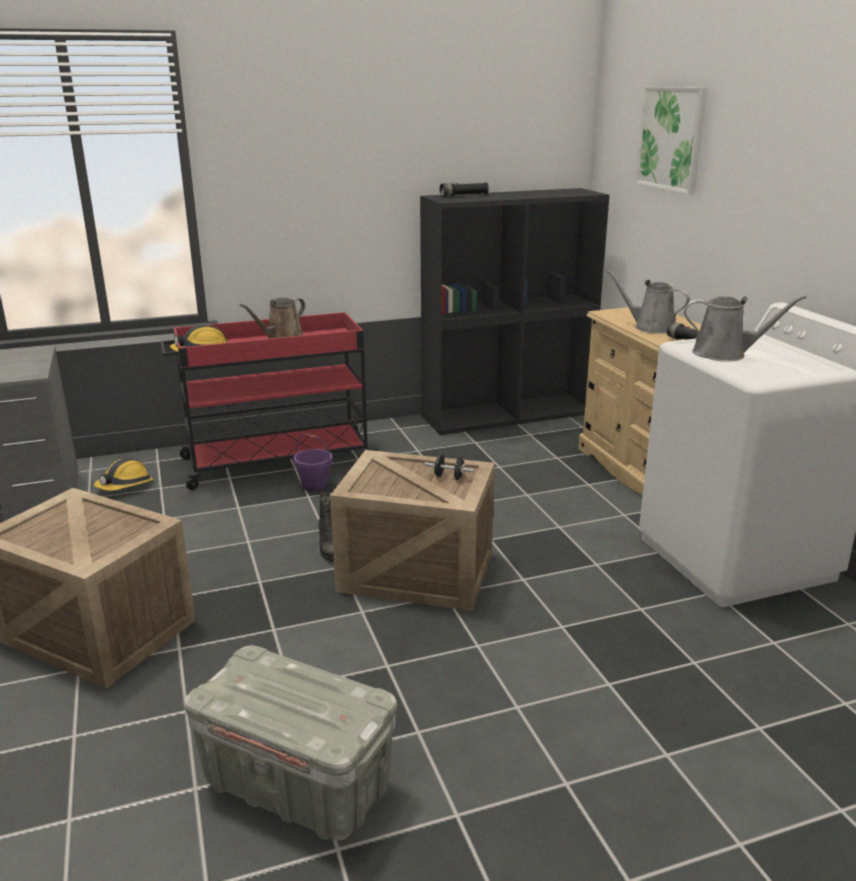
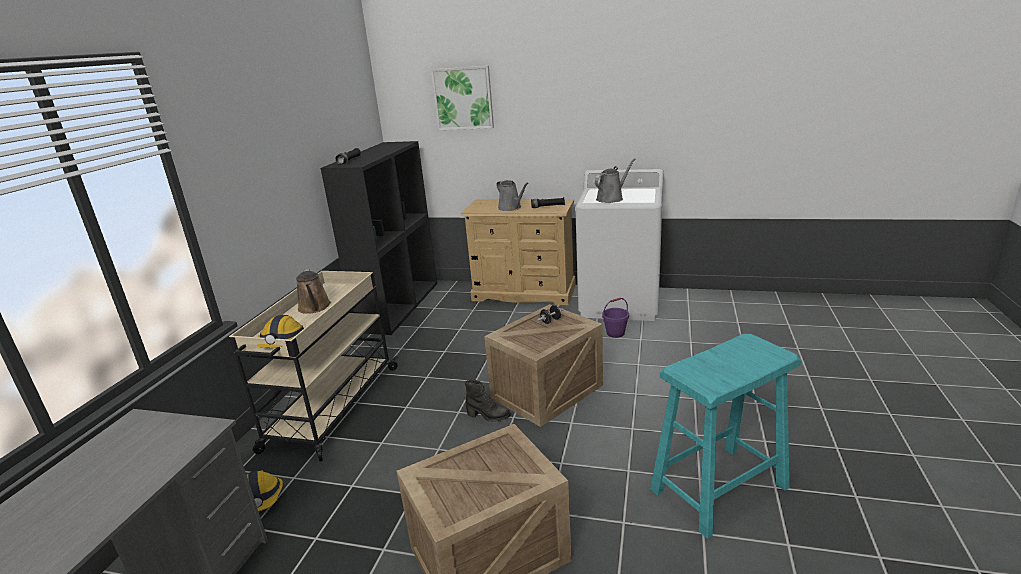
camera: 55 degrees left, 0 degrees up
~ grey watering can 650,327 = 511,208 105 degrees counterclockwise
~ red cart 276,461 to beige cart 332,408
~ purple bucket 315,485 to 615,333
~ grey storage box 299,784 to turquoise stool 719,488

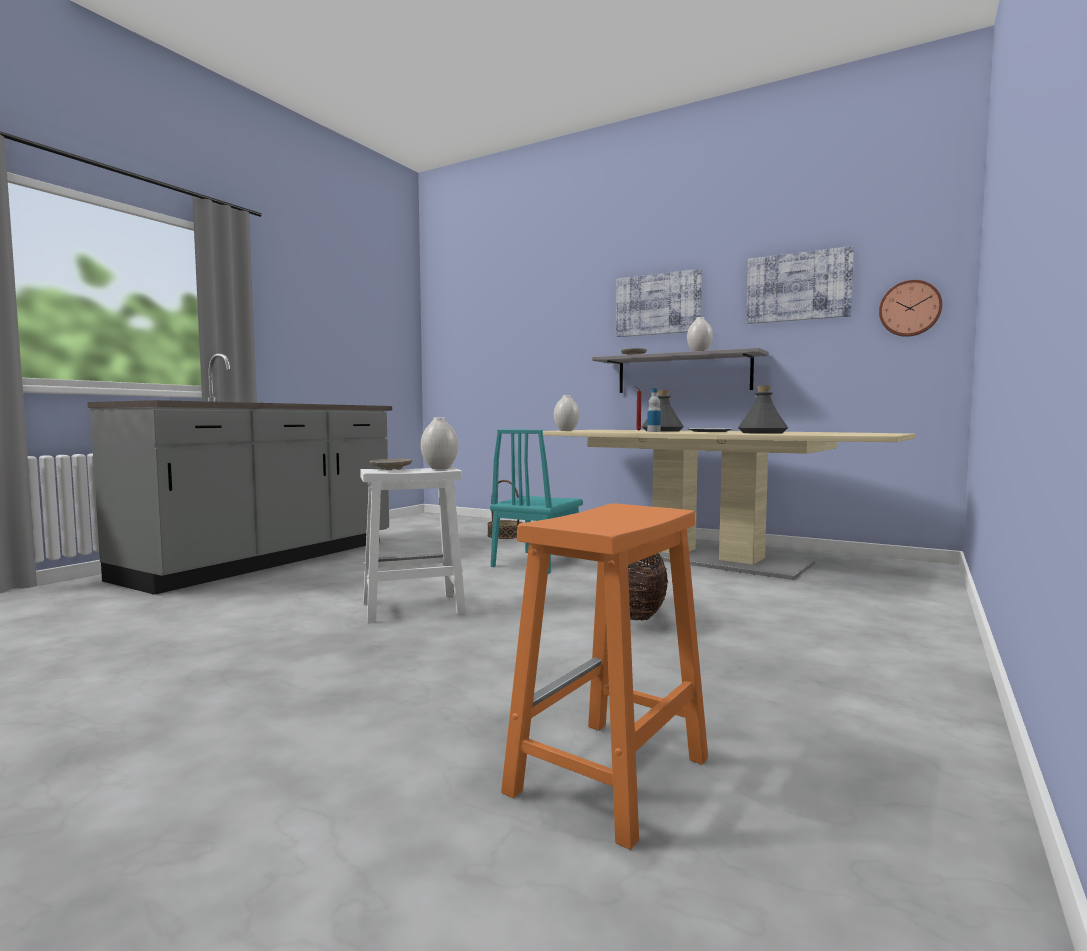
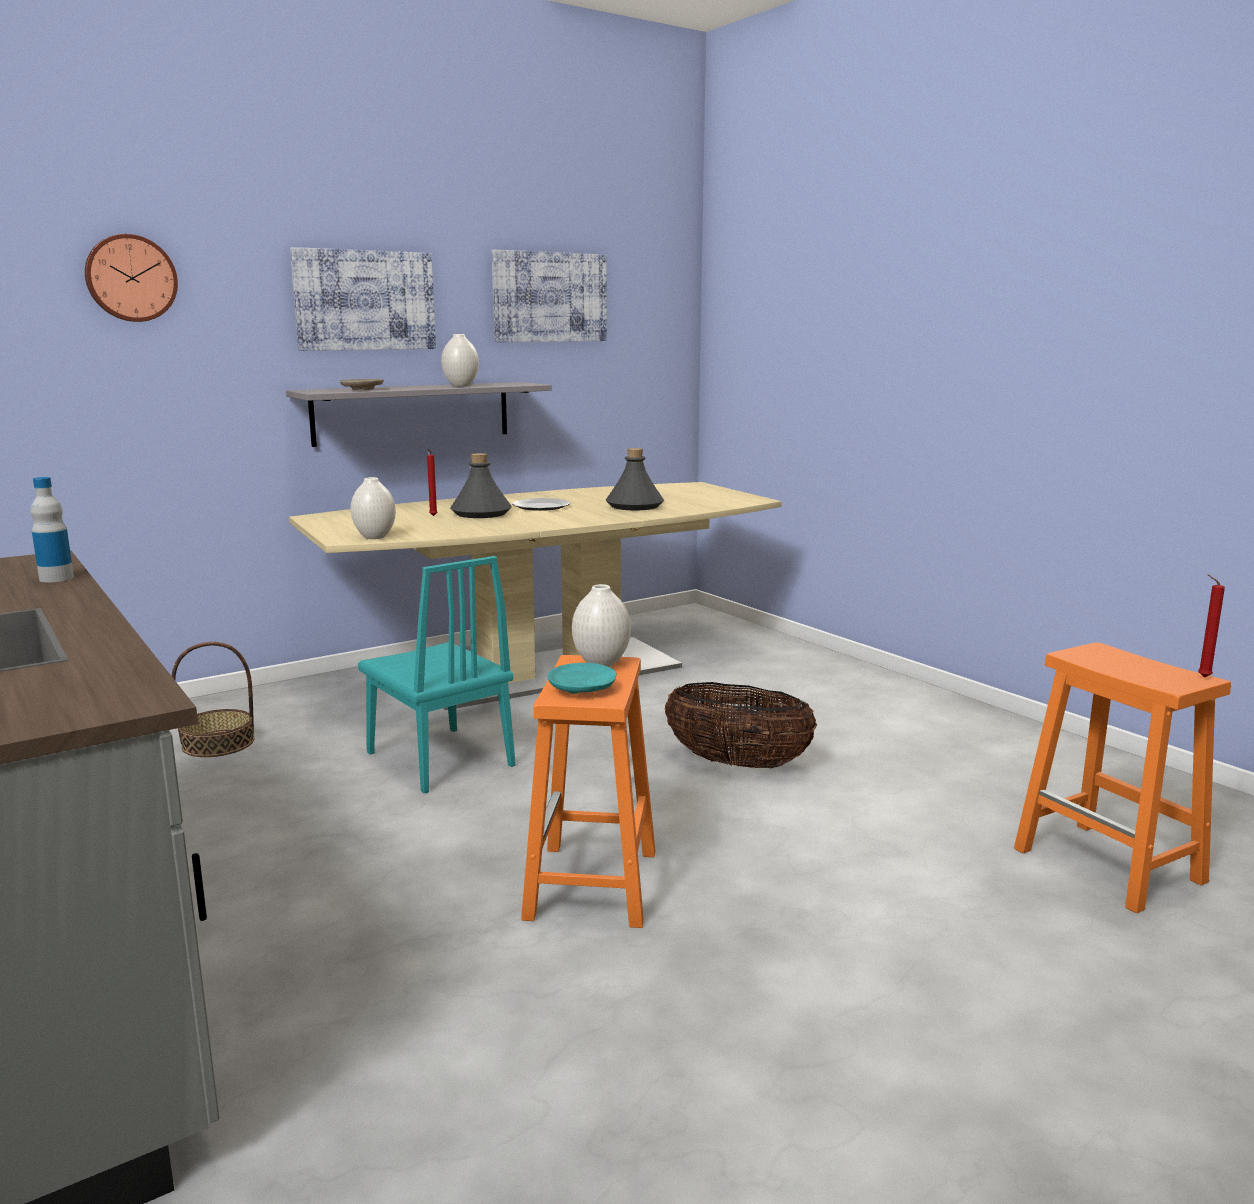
camera: 65 degrees left, 10 degrees up
~ wall clock 910,308 to 131,278
~ bottle 653,431 to 56,578
~ beige plate 390,469 to turquoise plate 582,689
~ white stool 411,608 to orange stool 592,886
+ red candle 1201,677

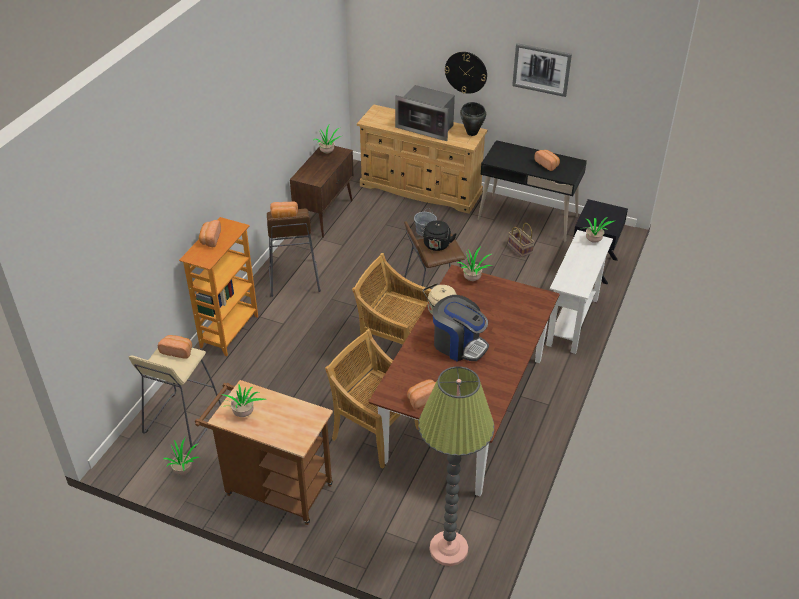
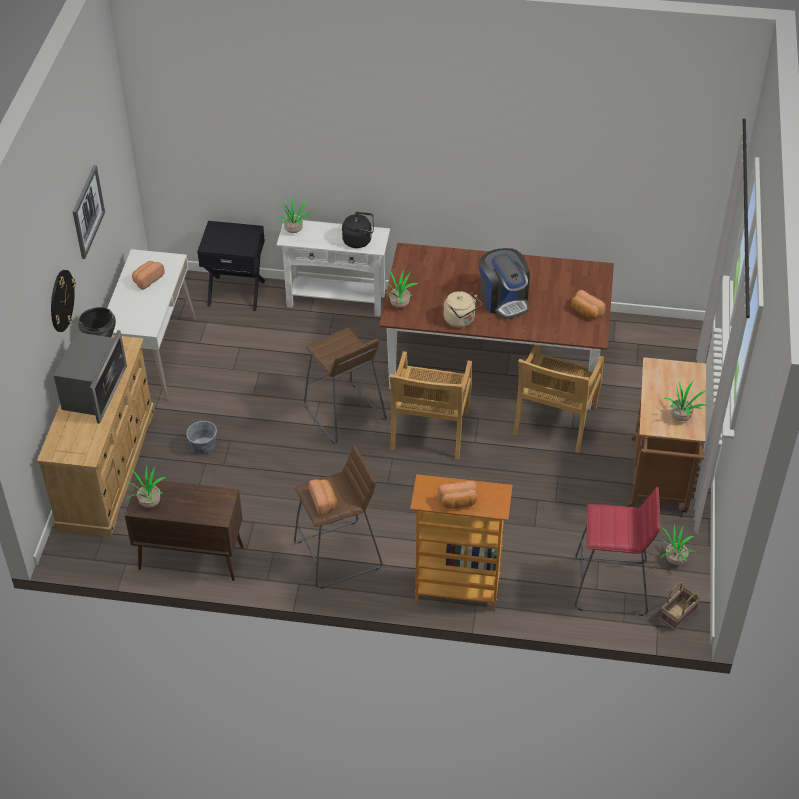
camera: 105 degrees left, 5 degrees up
~ black desk 527,218 to white desk 153,355
~ black kettle 436,246 to 359,240
~ basket 519,248 to 678,616
~ coffee machine 459,344 = 503,299 135 degrees clockwise
- bread 177,351
~ beige stool 182,420 to red stool 611,586
- floor lamp 448,549

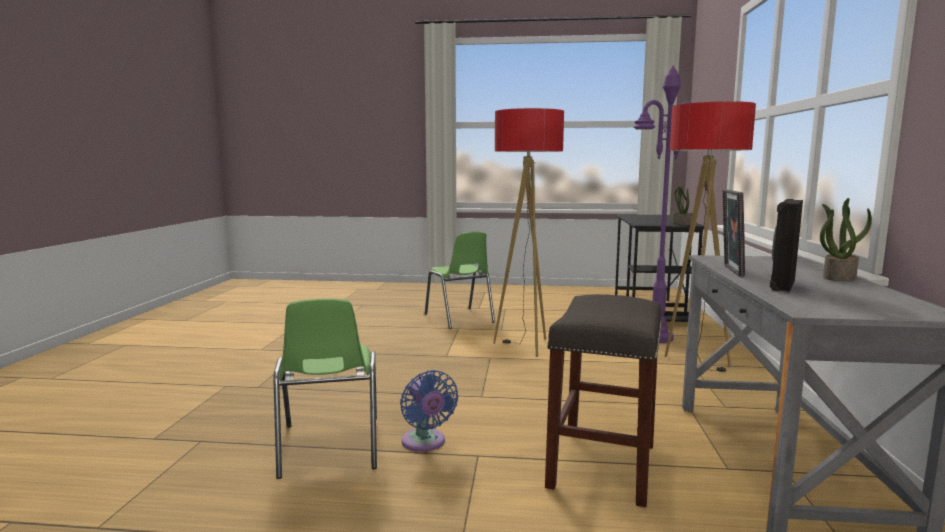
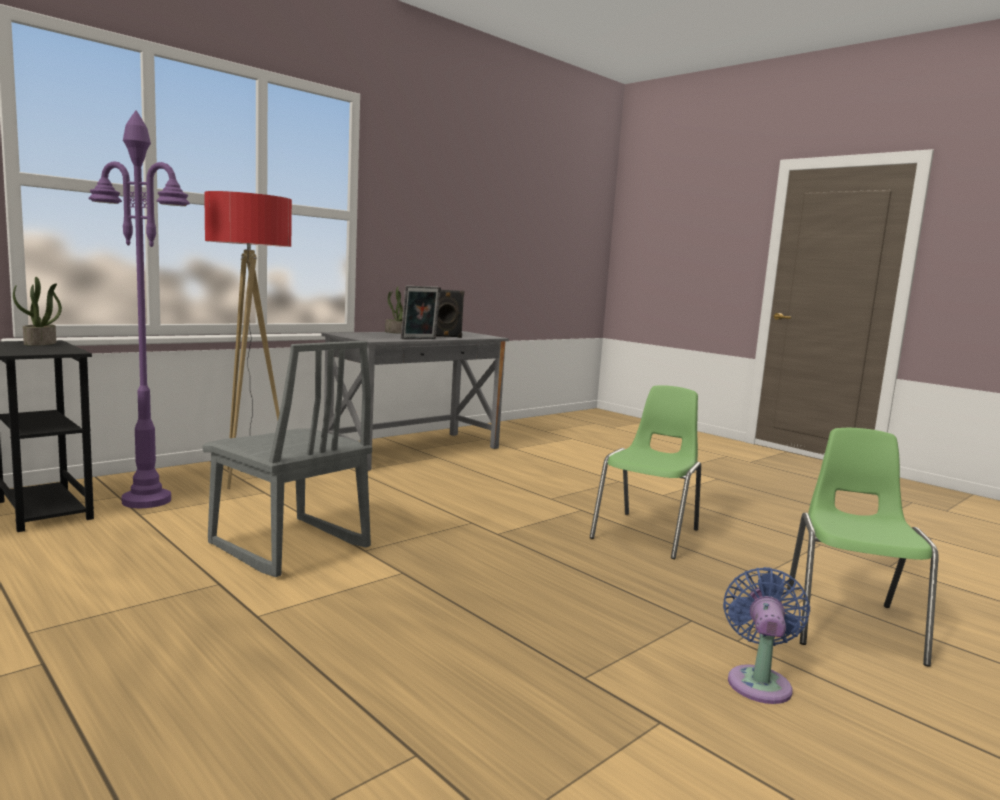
camera: 140 degrees left, 0 degrees up
~ floor lamp 525,346 to grey chair 288,547
~ green chair 459,318 to 849,624
- grey stool 602,464
~ blue fan 425,443 to 759,681

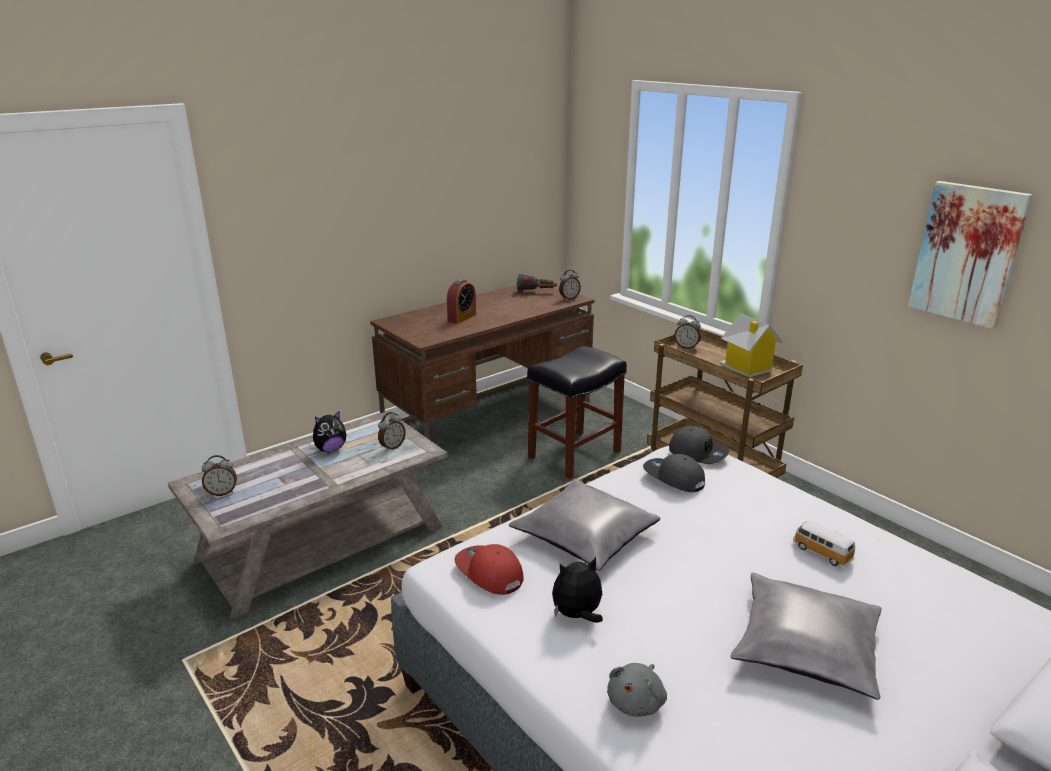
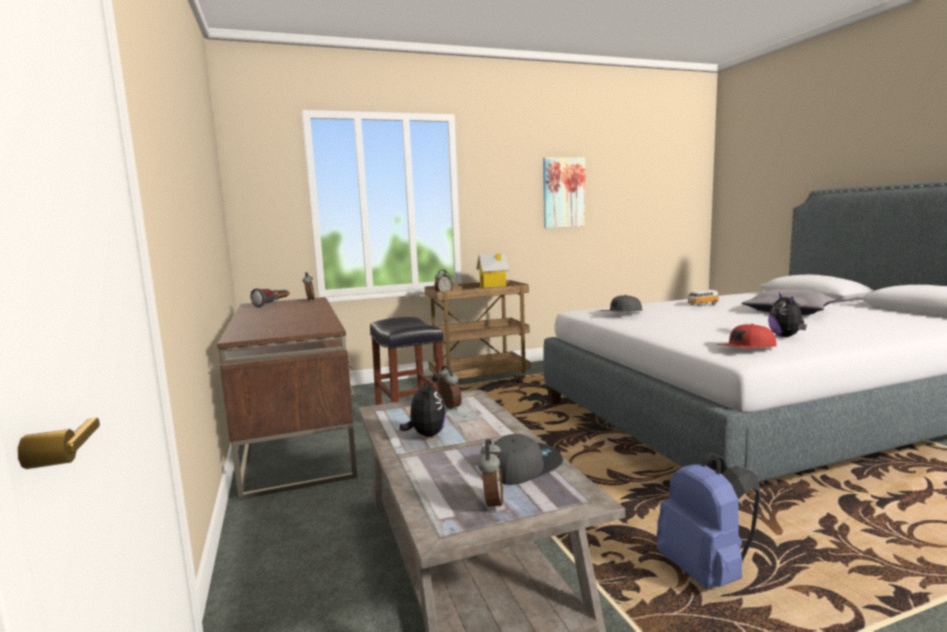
camera: 70 degrees left, 15 degrees down
- alarm clock 462,317
~ grey cap 698,452 to 522,467
- grey pillow 584,536
- grey plush toy 637,701
+ blue backpack 705,572

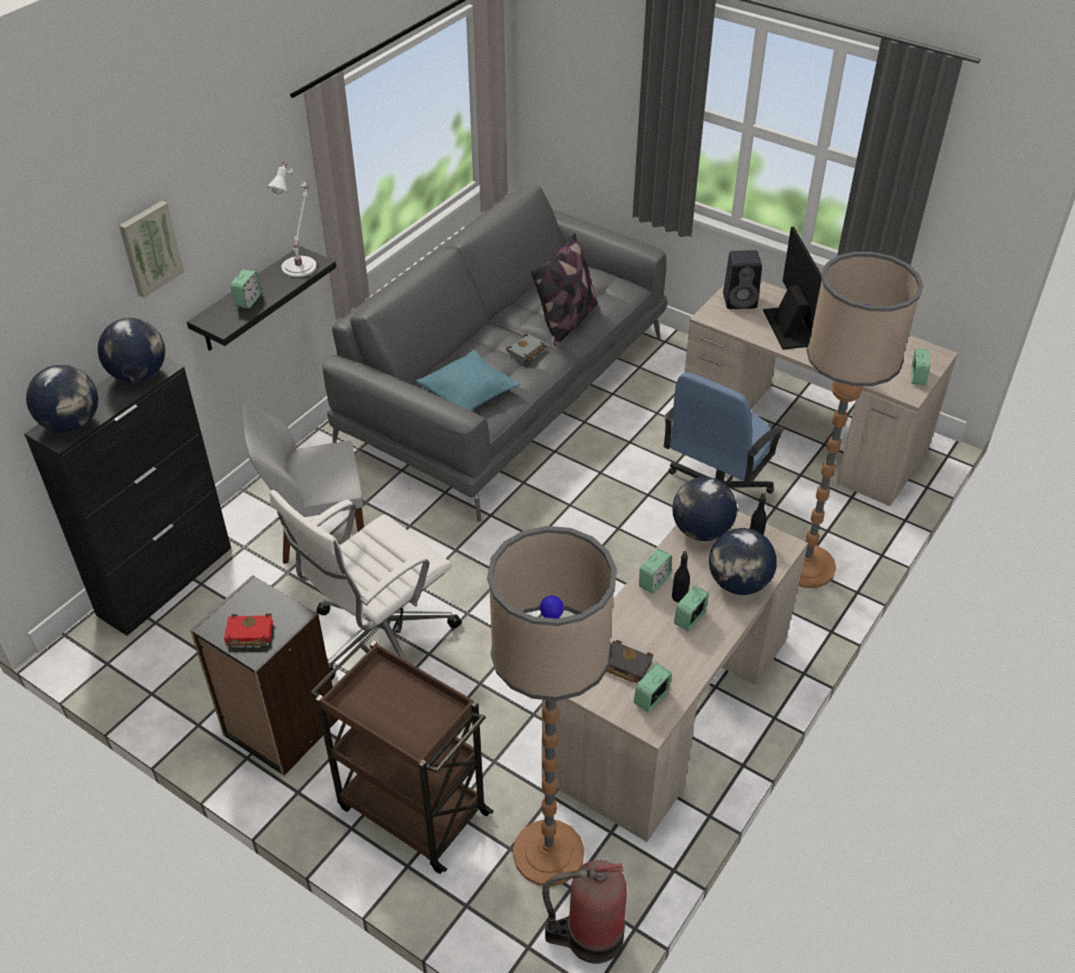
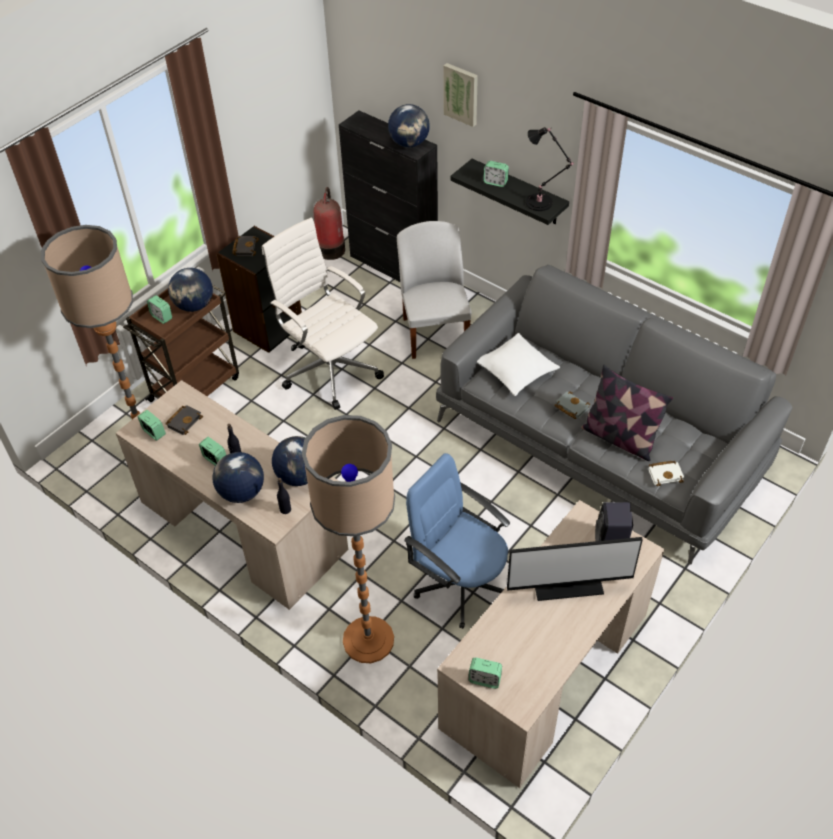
camera: 95 degrees right, 5 degrees up
~ white table lamp 300,265 to black table lamp 541,203
~ turquoise pillow 468,391 to white pillow 516,370
~ globe 71,423 to 194,305
~ alarm clock 654,581 to 161,317
~ red book 248,634 to black book 245,247
~ fire extinguisher 589,936 to 331,248
+ white book 666,474

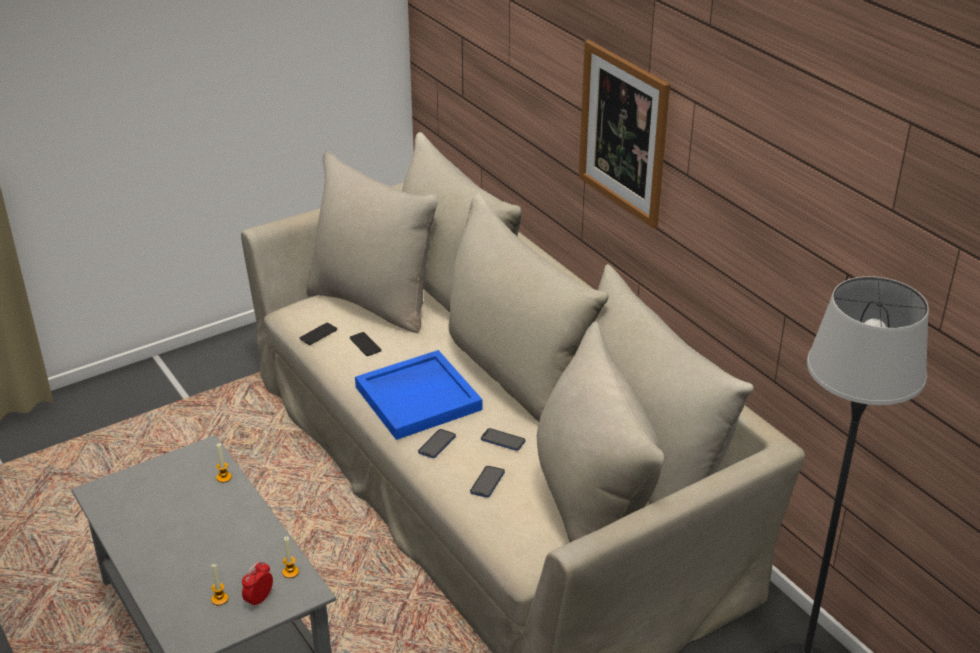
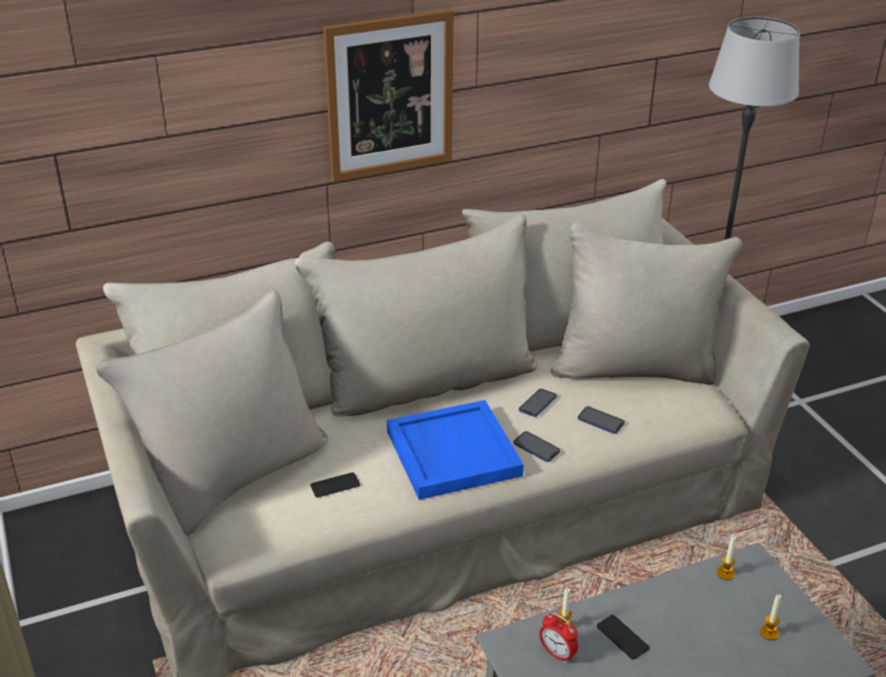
camera: 80 degrees left, 0 degrees up
~ phone 318,334 to 622,637
~ alarm clock 259,599 to 557,653

